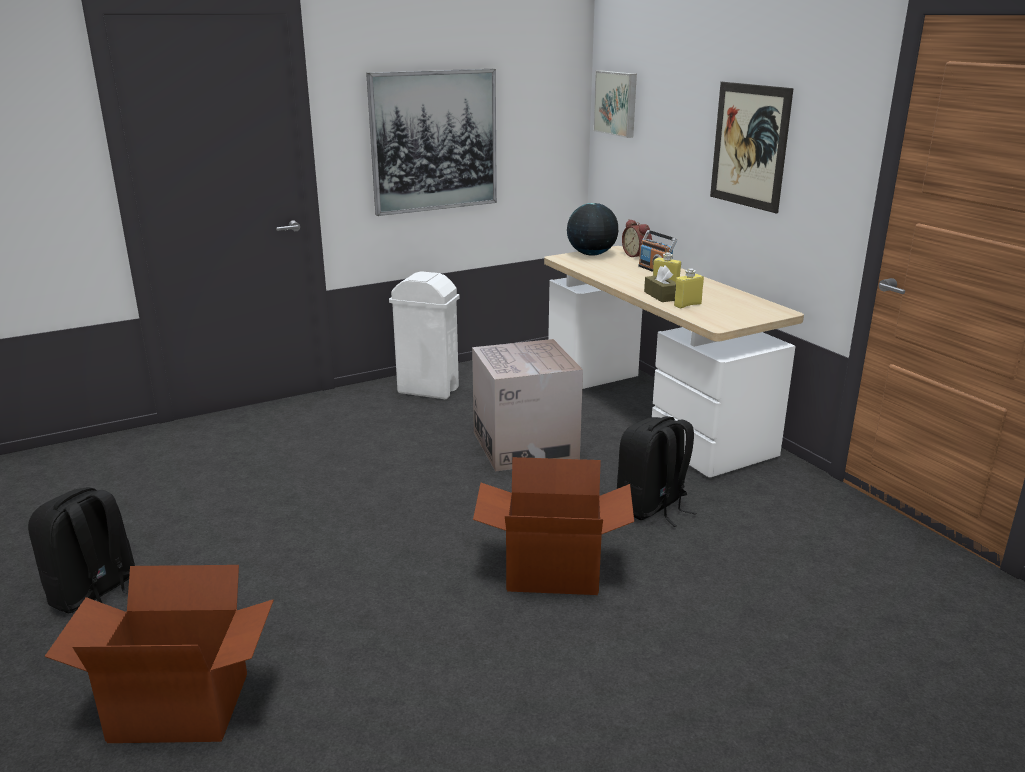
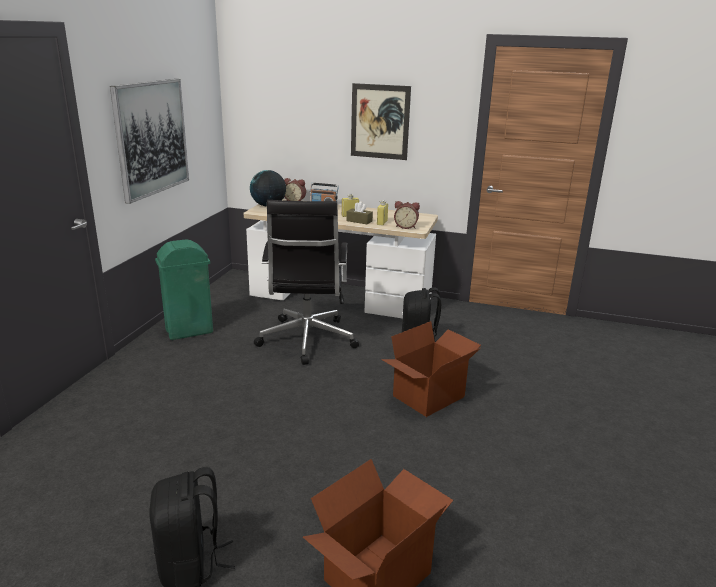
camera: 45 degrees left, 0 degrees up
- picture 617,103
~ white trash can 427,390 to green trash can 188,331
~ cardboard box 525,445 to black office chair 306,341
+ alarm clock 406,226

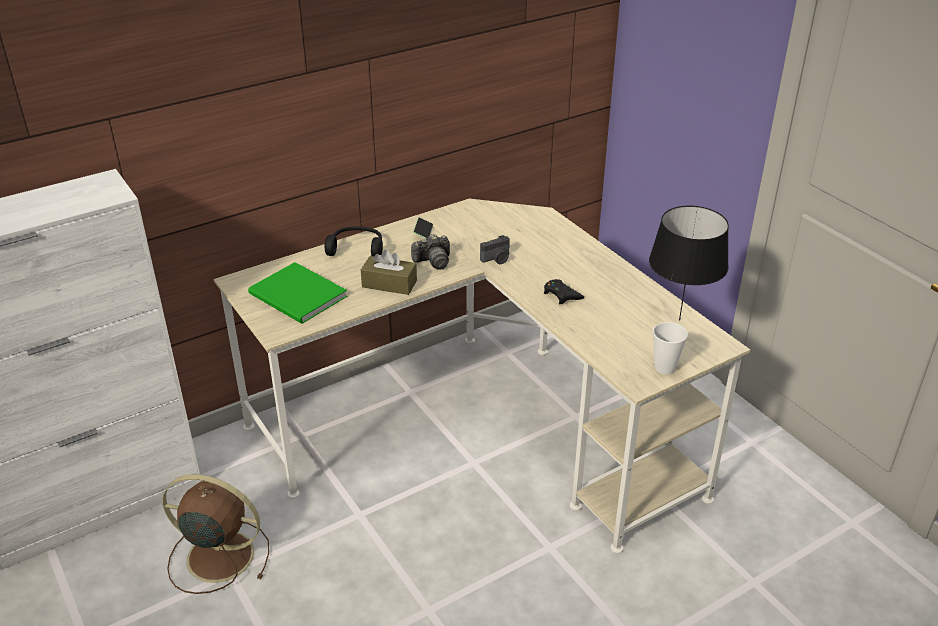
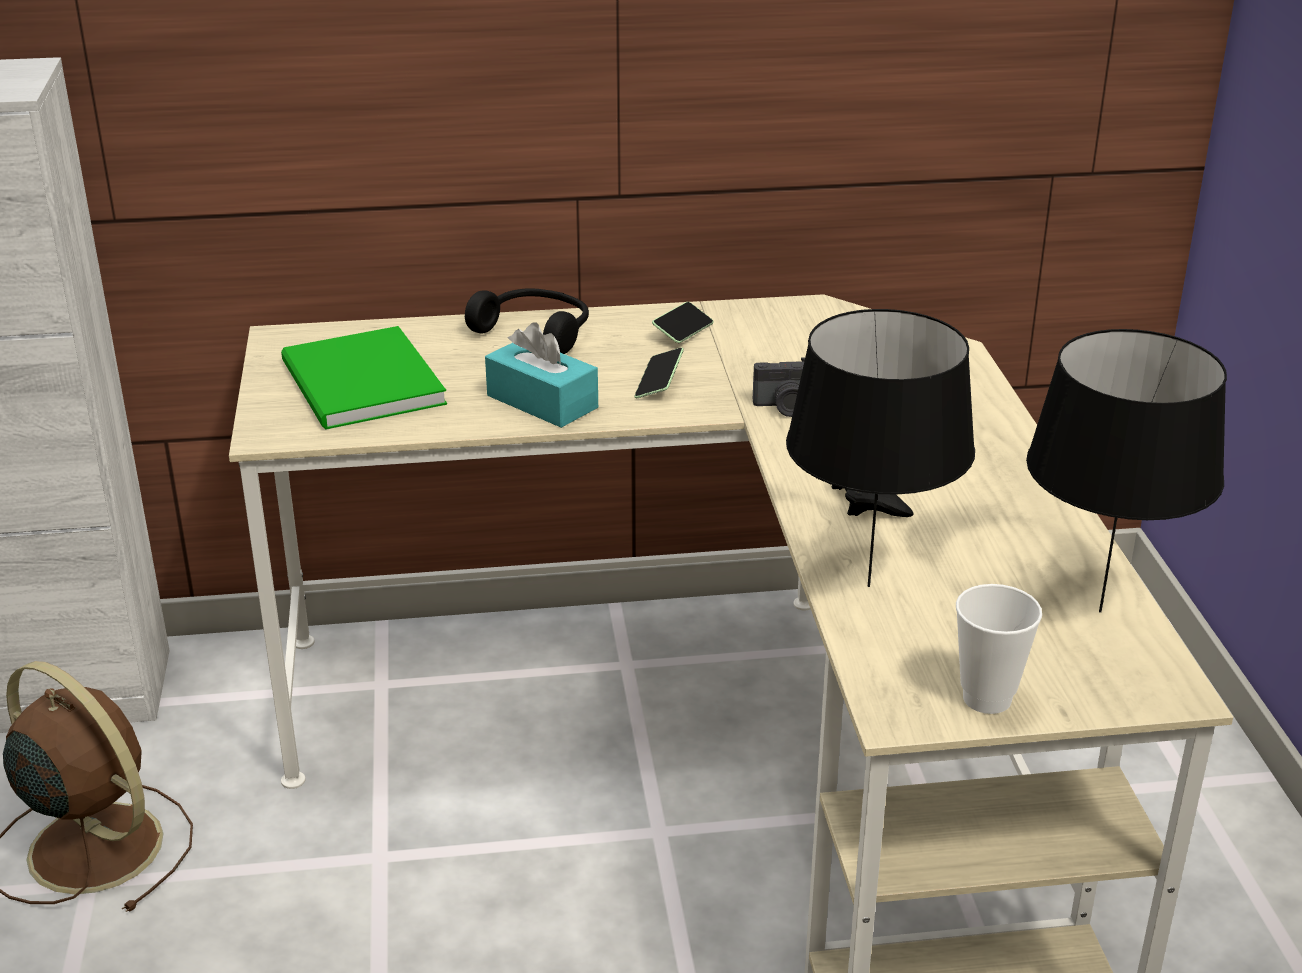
camera: 25 degrees right, 5 degrees down
~ photo camera 433,261 to phone 659,383
~ brown tissue box 389,284 to turquoise tissue box 542,402
+ black table lamp 868,587

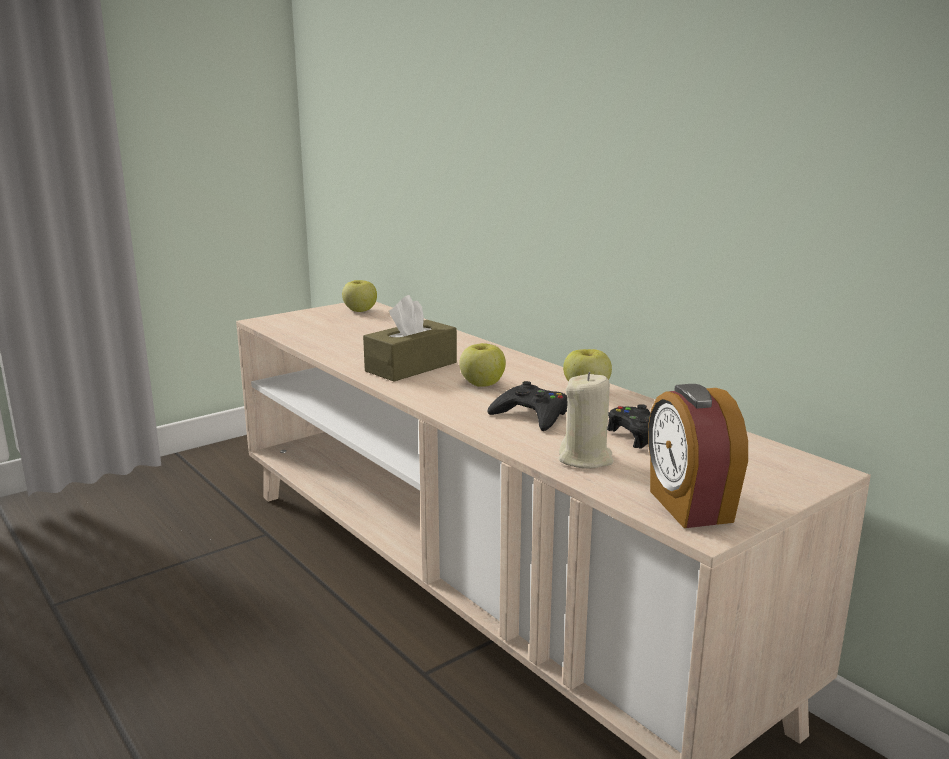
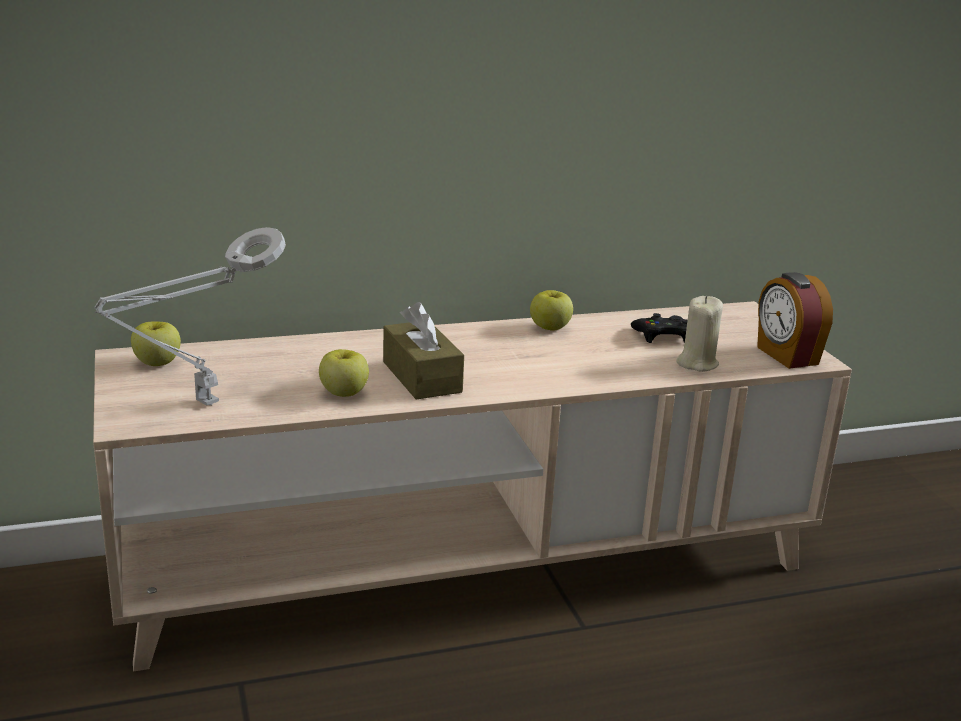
camera: 70 degrees left, 5 degrees up
~ apple 482,384 to 343,393
- black game controller 531,415
~ alarm clock 688,506 = 786,356 60 degrees clockwise
+ grey table lamp 201,405

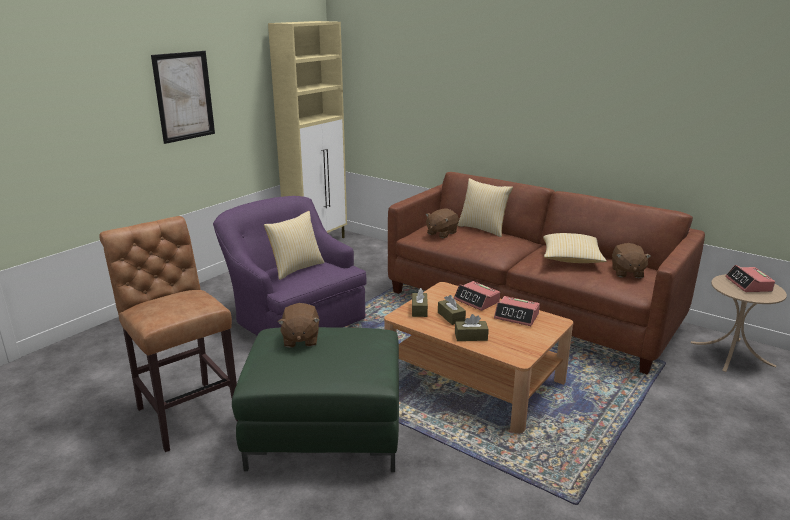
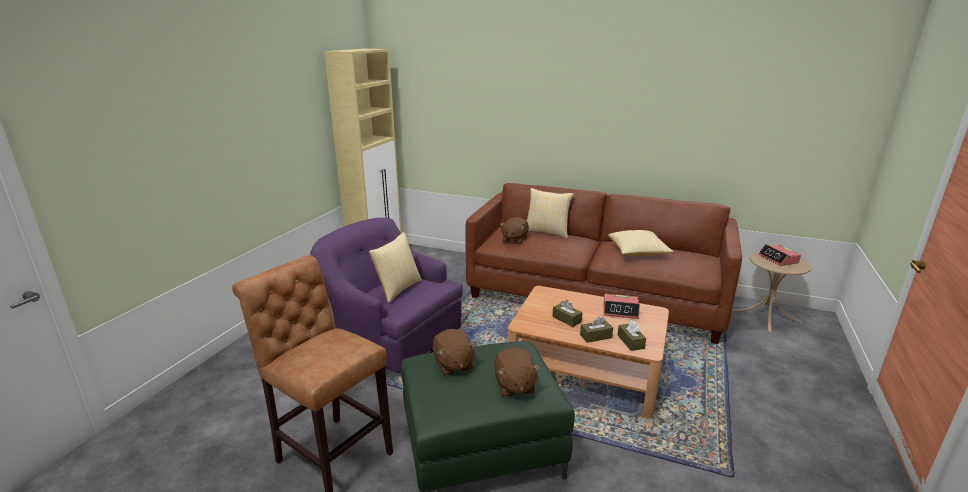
camera: 15 degrees left, 0 degrees up
- picture 184,96
~ brown plush toy 626,272 to 514,386
- alarm clock 477,301
~ brown tissue box 419,310 to 630,342

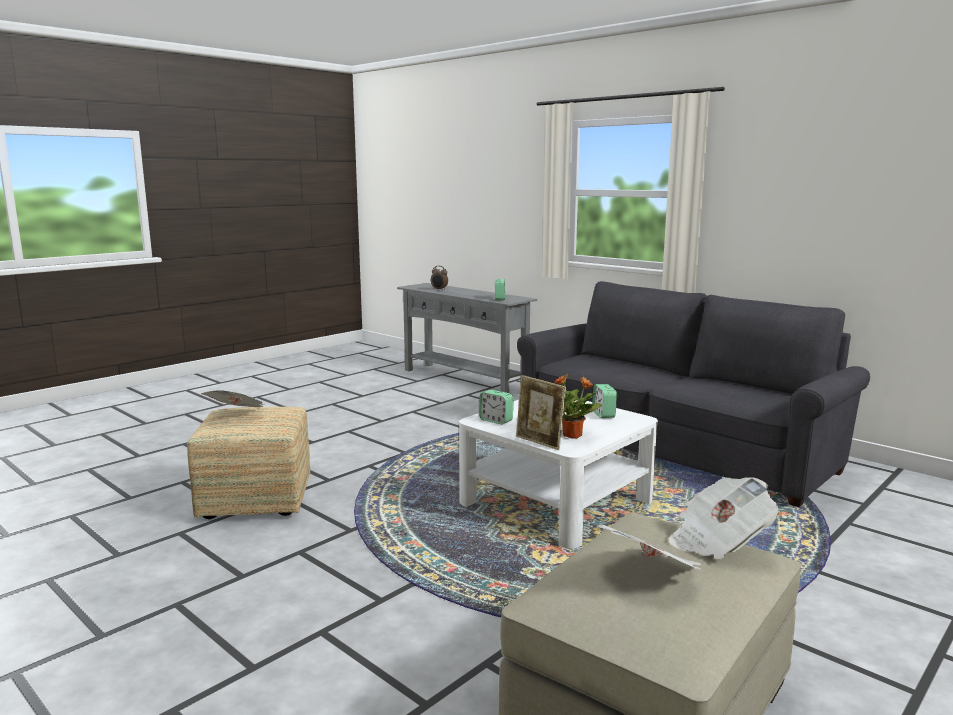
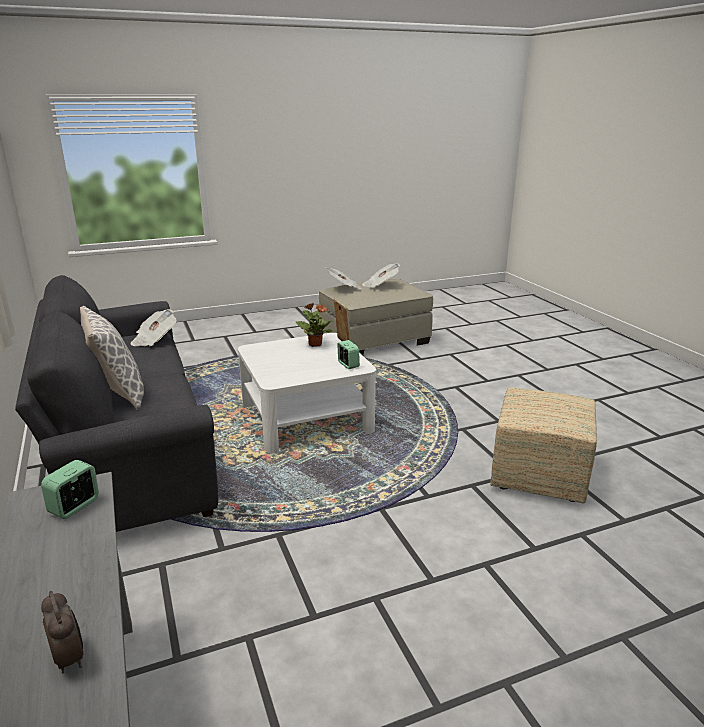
camera: 155 degrees left, 10 degrees up
- alarm clock 603,414
~ newspaper 237,415 to 154,340
+ pillow 118,393

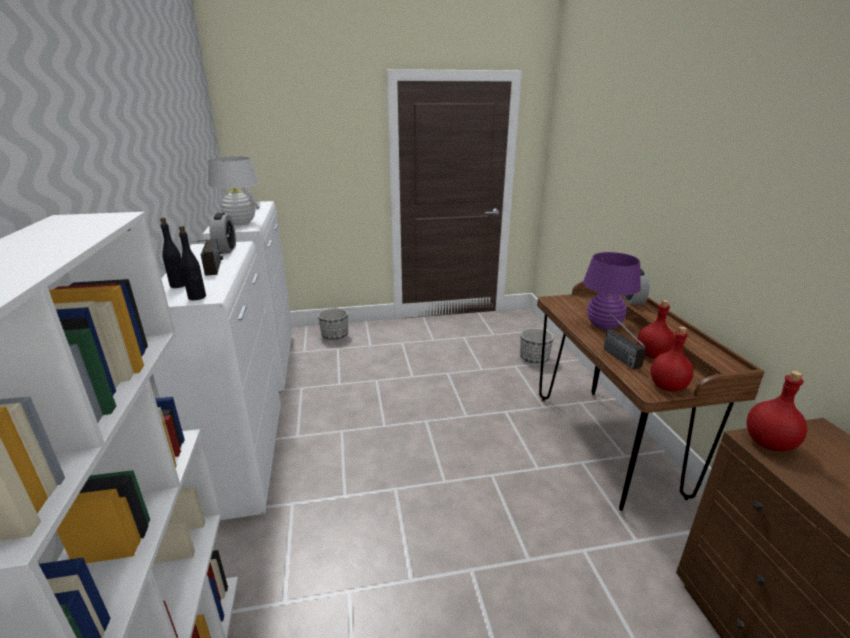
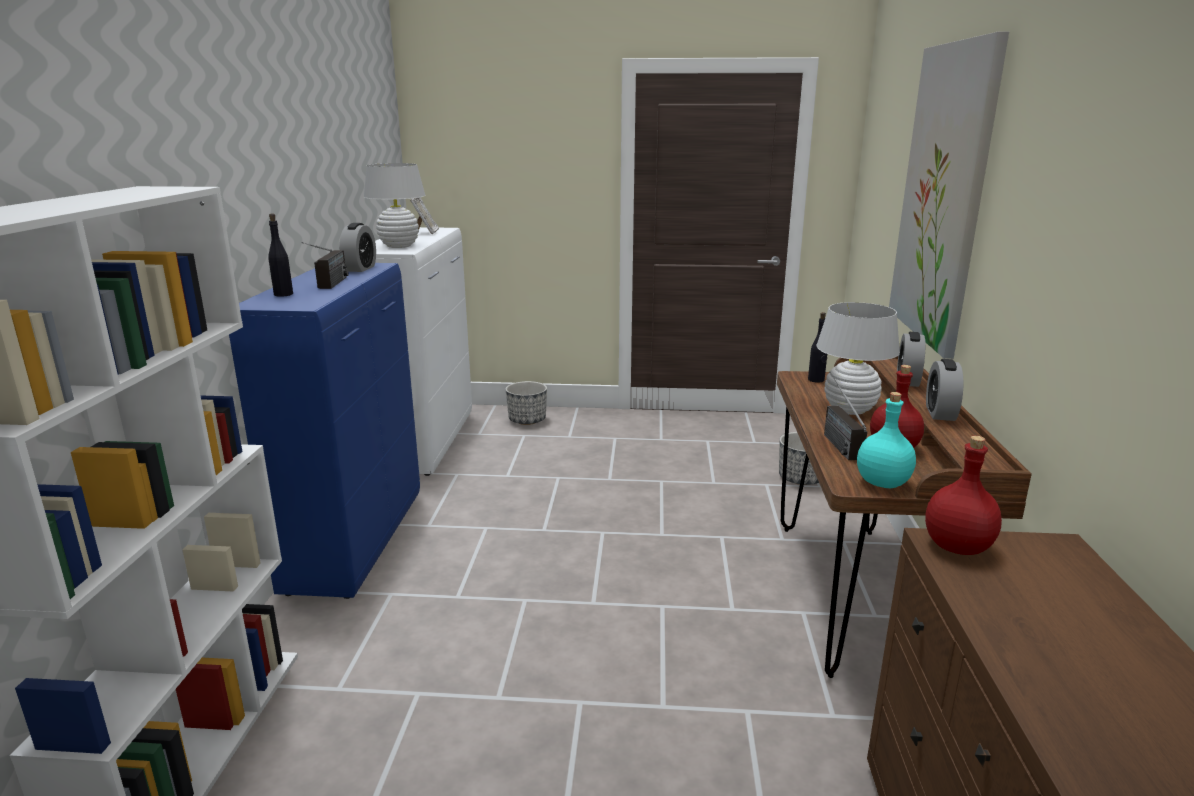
camera: 15 degrees right, 5 degrees down
~ black bottle 197,297 to 816,380
~ white cabinet 245,459 to blue cabinet 356,540
~ purple table lamp 604,325 to white table lamp 850,410
~ red bottle 667,386 to turquoise bottle 883,483
+ picture 942,195
+ alarm clock 940,413

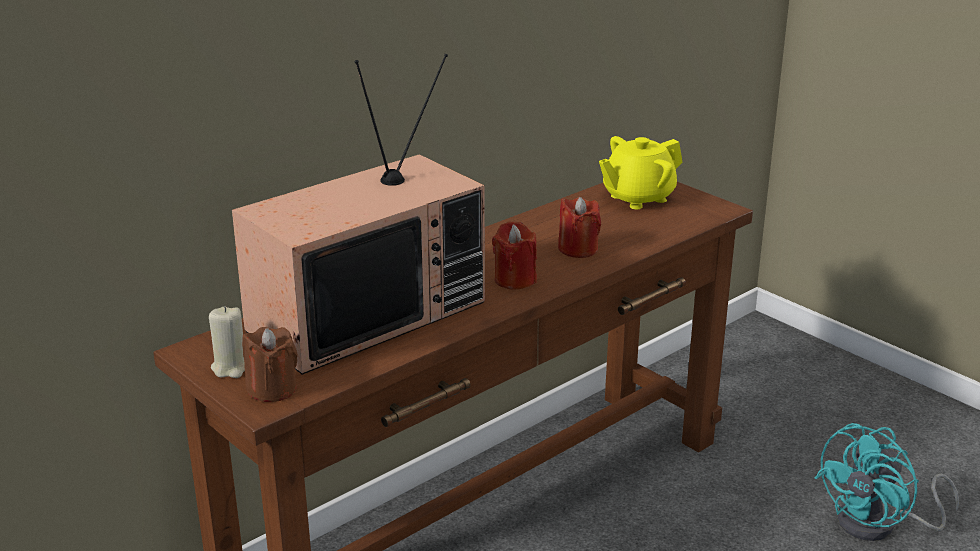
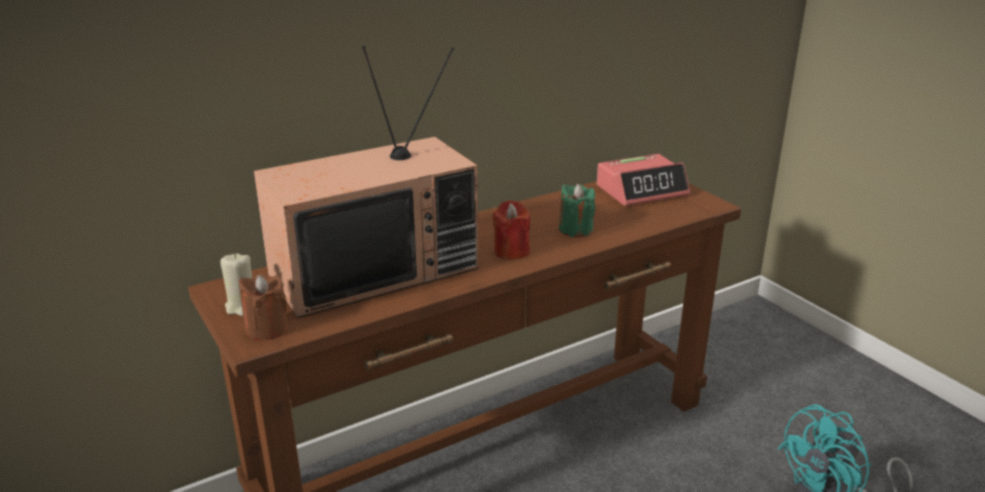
camera: 10 degrees right, 0 degrees up
~ yellow teapot 637,198 to alarm clock 642,190
~ red candle 578,249 to green candle 575,229

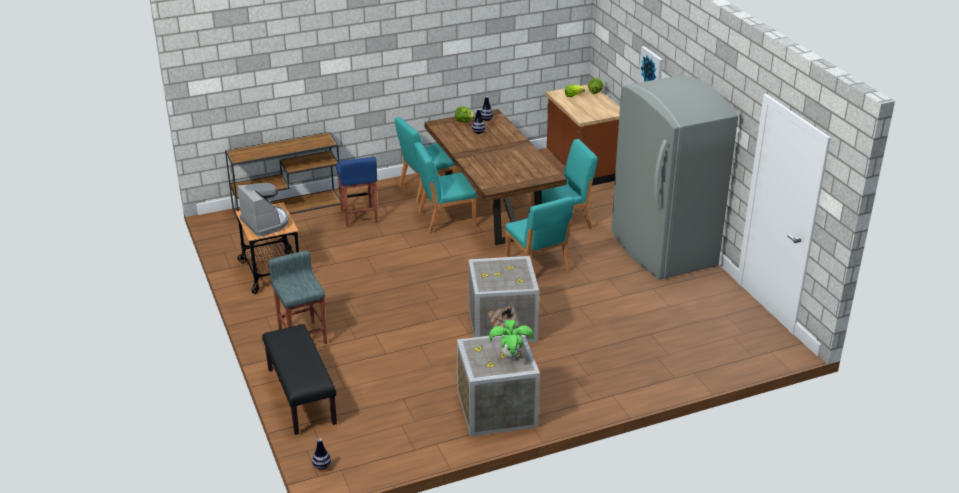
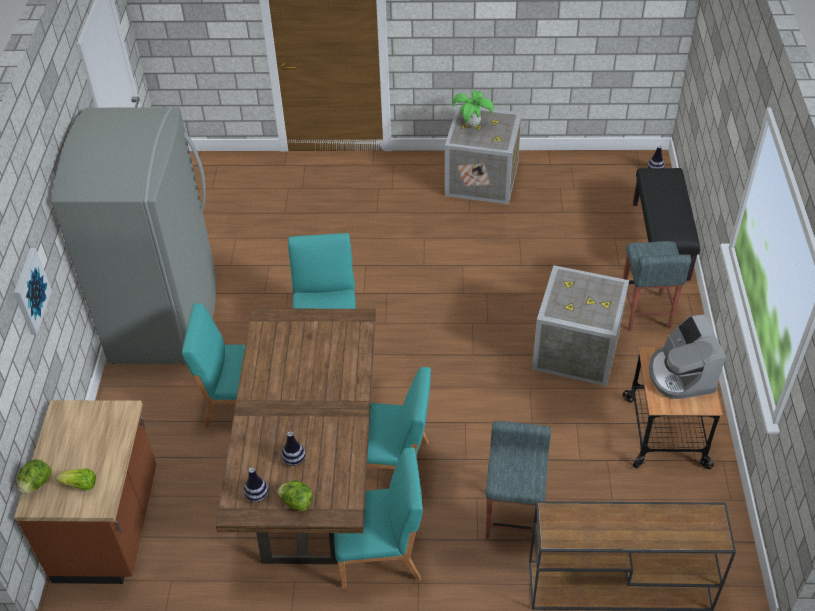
camera: 155 degrees left, 15 degrees up
~ blue stool 359,217 to grey stool 513,517
~ crate 503,324 to 575,350

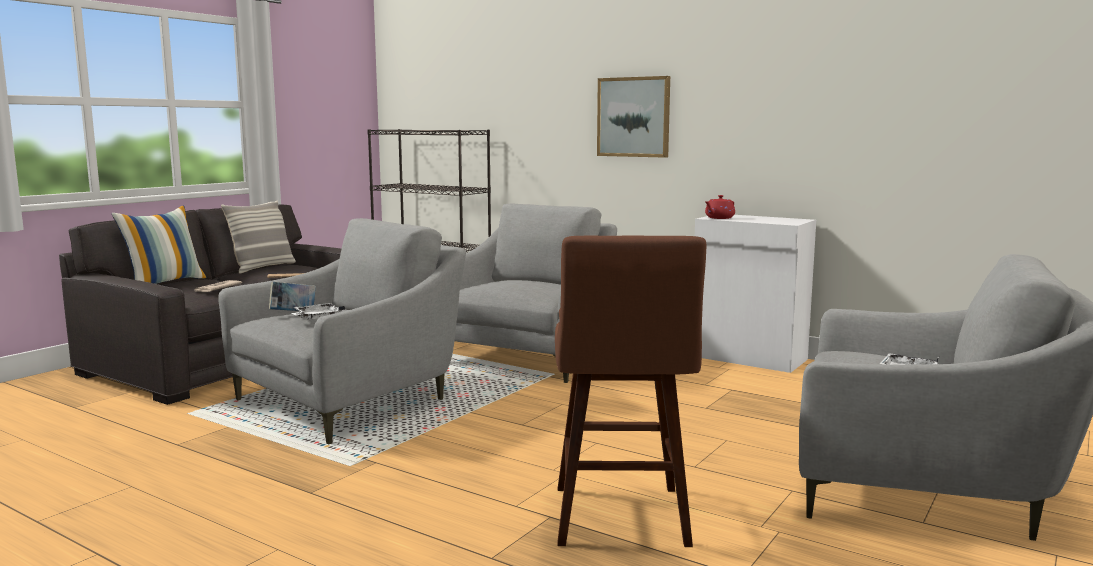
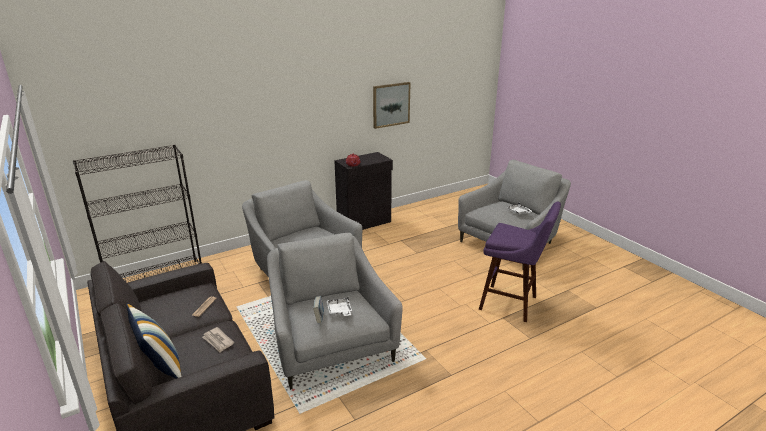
camera: 65 degrees left, 15 degrees up
~ picture 633,117 to 391,104
- pillow 262,267
~ white cabinet 749,358 to black cabinet 365,222
~ brown stool 620,521 to purple stool 512,304

